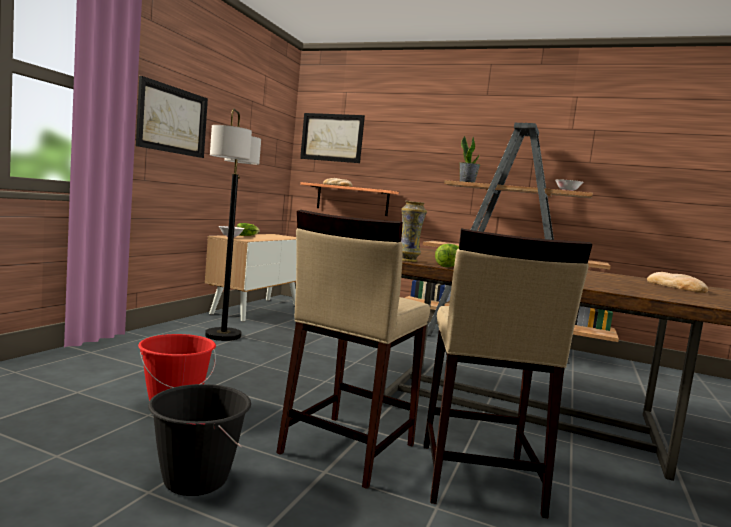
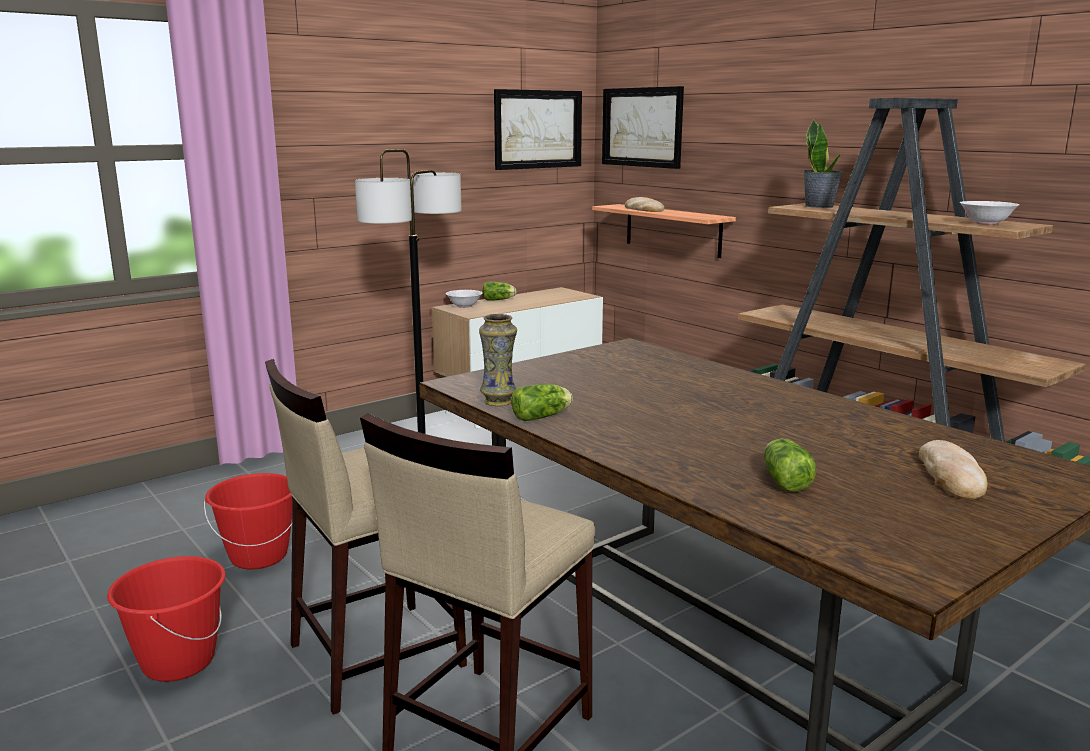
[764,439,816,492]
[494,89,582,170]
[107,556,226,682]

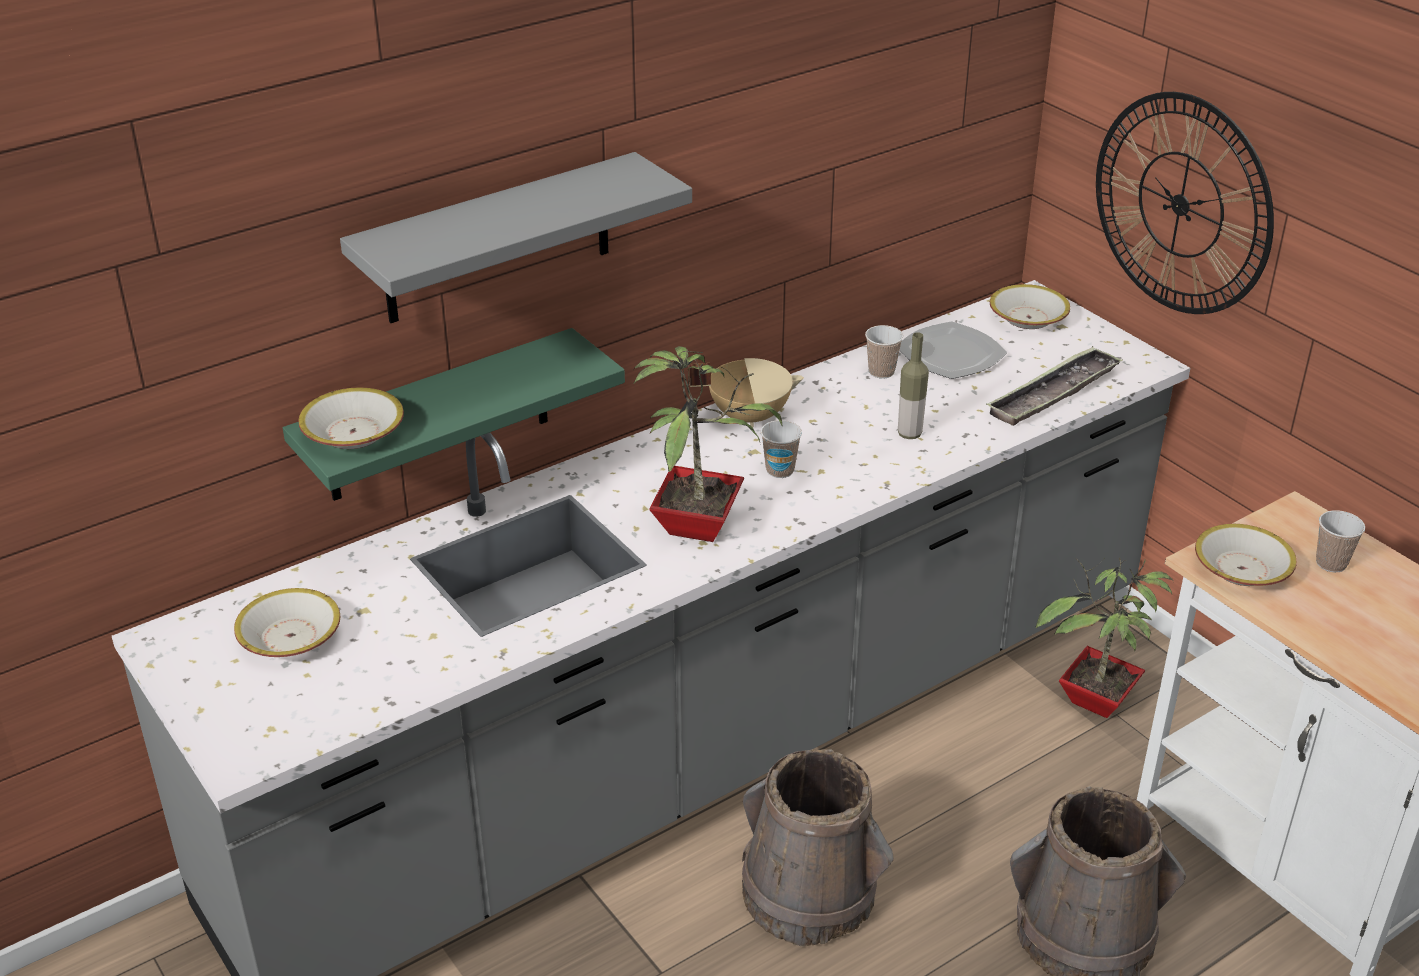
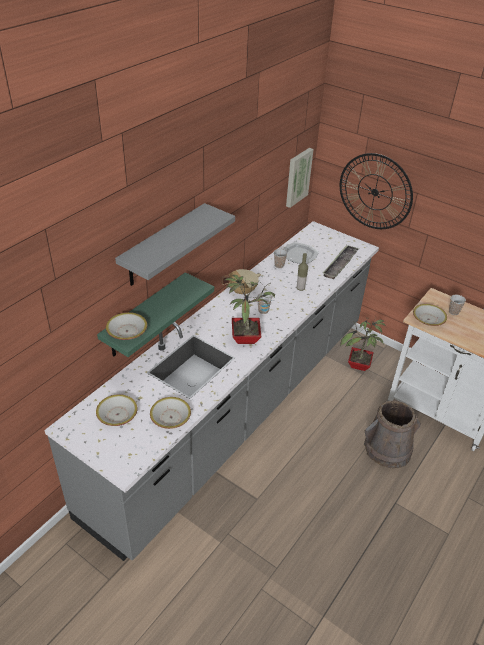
[742,749,894,946] (first image)
[286,148,314,208]
[150,397,191,429]

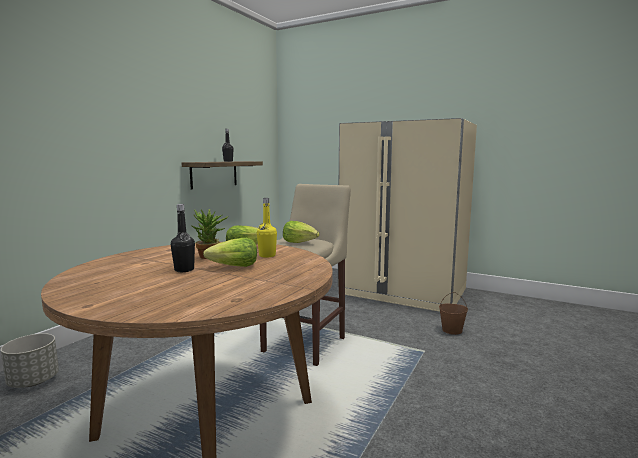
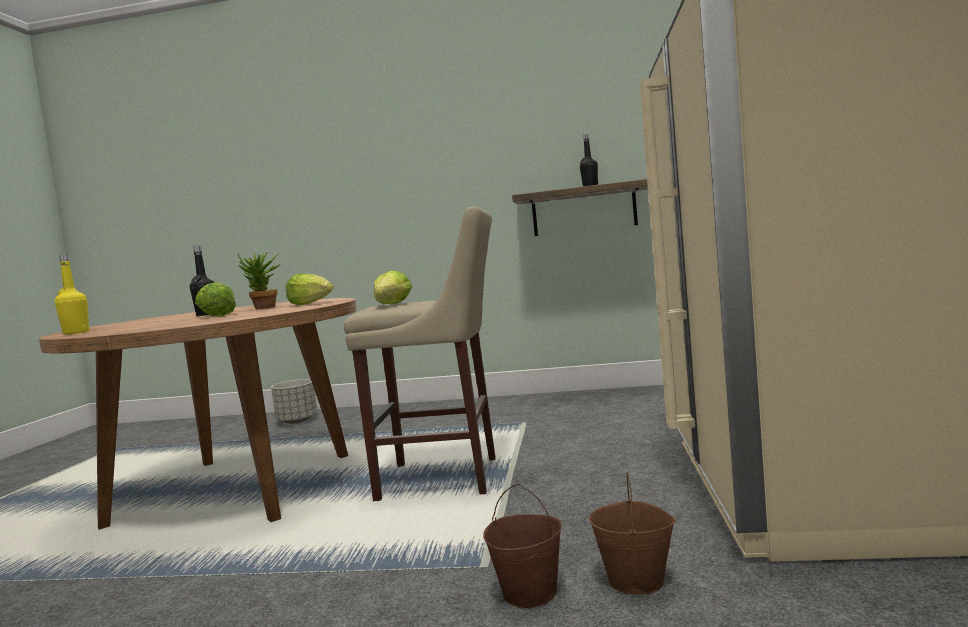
[483,484,562,608]
[55,254,89,335]

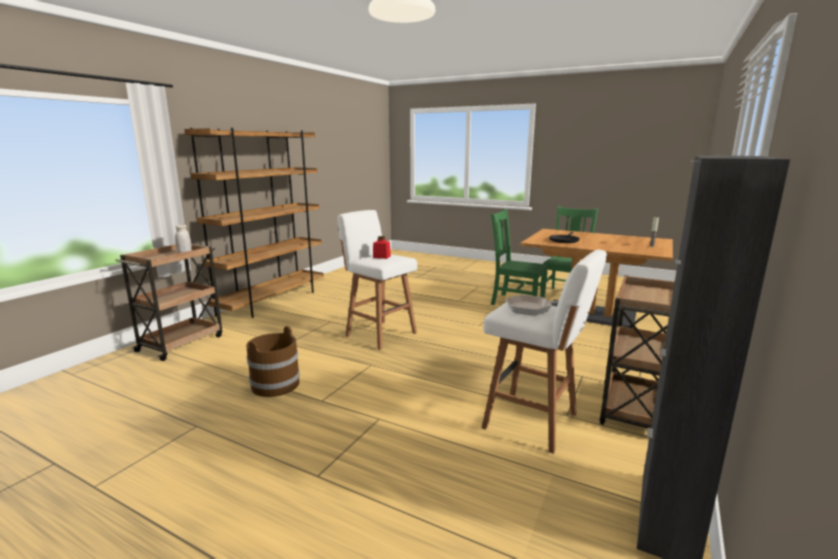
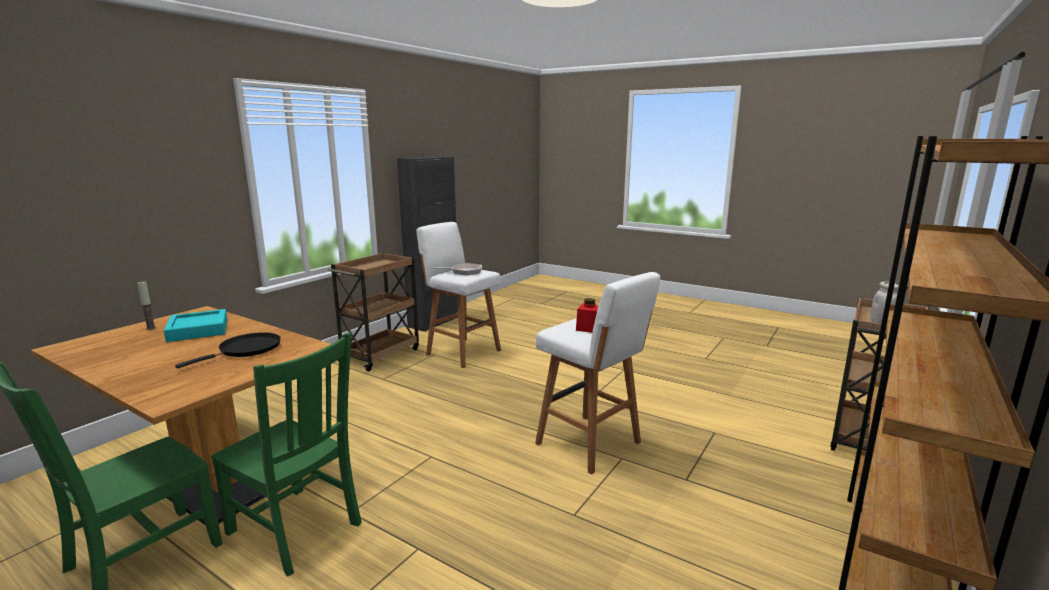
[246,326,300,397] (first image)
[164,309,227,342]

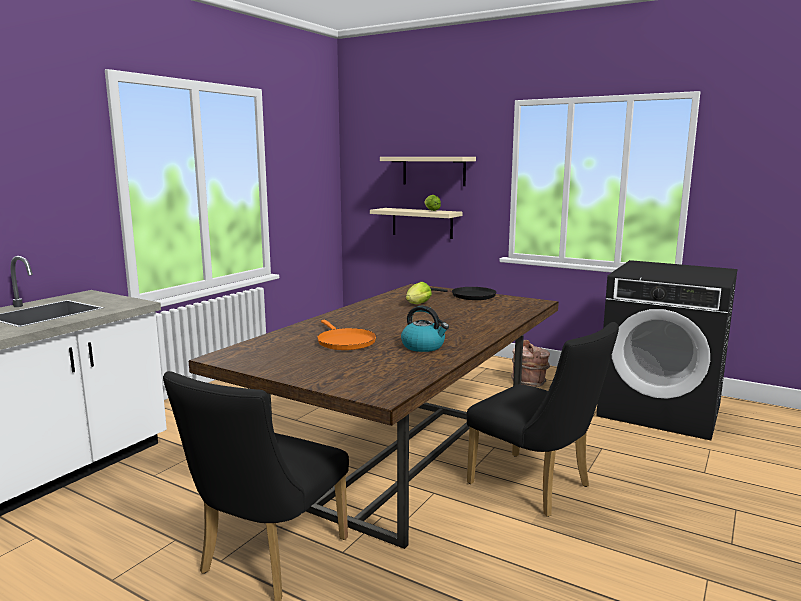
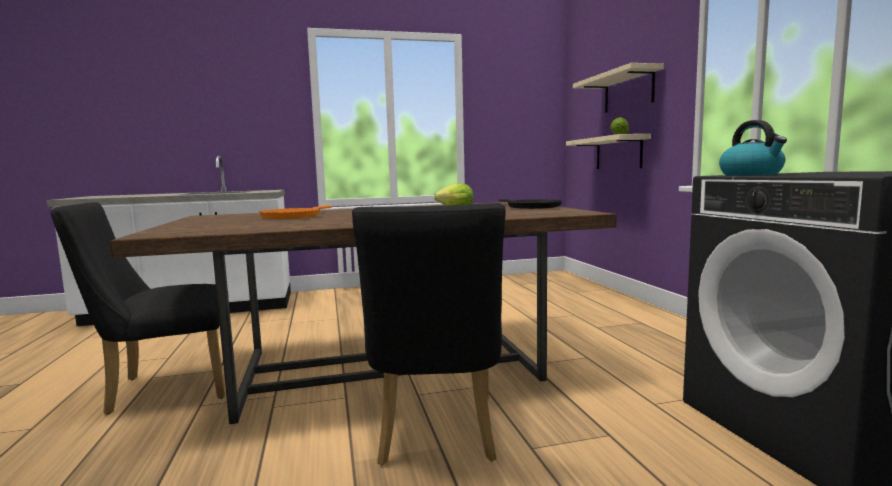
[511,340,550,387] (first image)
[719,120,787,175]

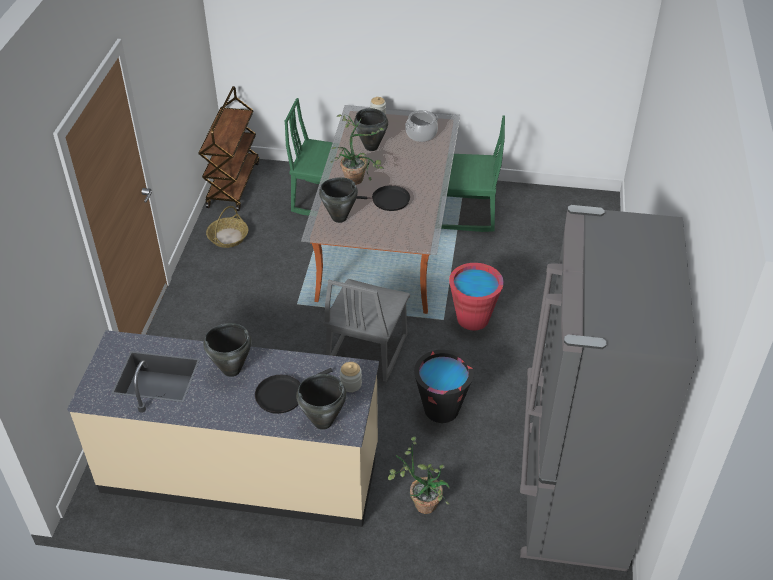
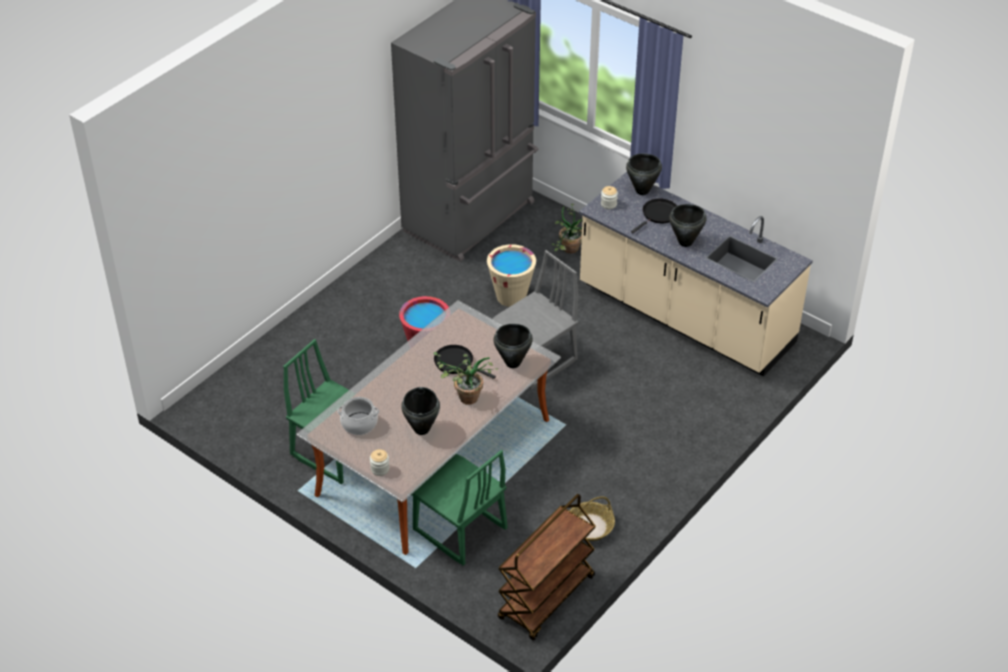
[487,244,536,307]
[631,198,677,233]

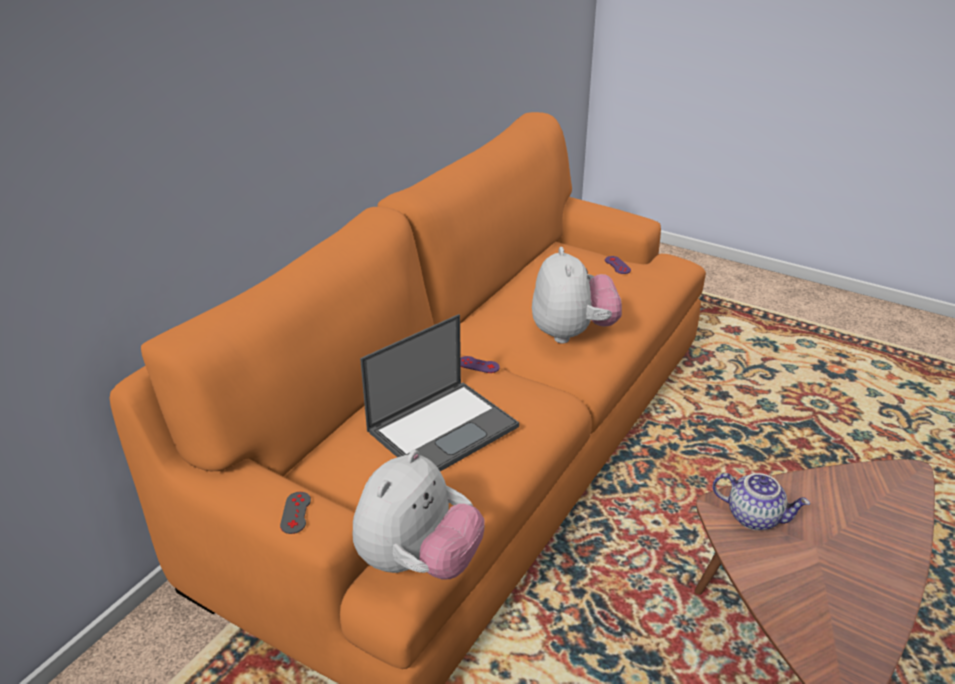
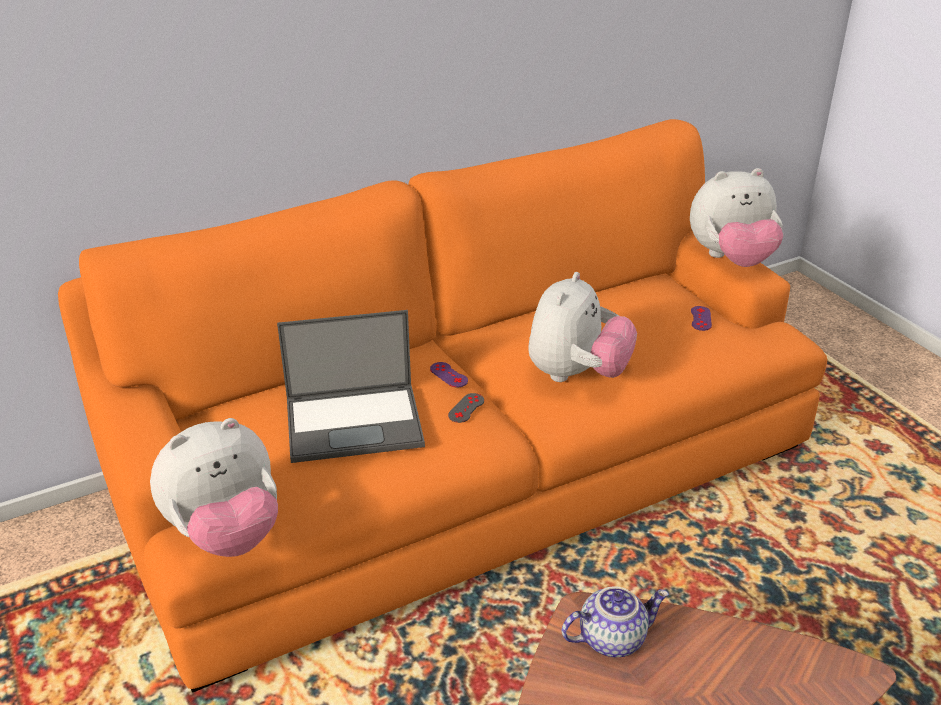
[690,168,783,267]
[448,393,484,423]
[562,586,669,657]

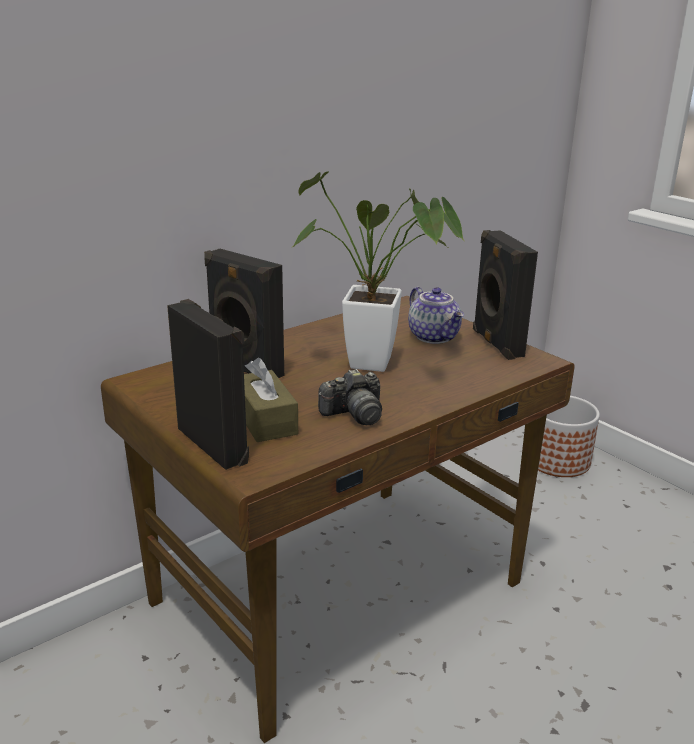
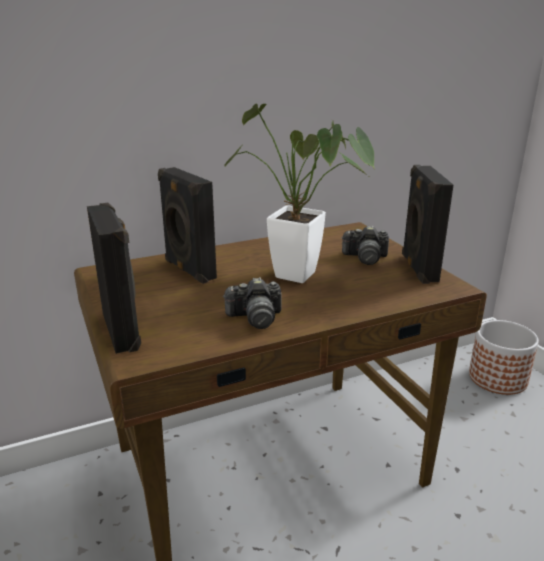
[244,358,298,442] (first image)
[341,225,389,265]

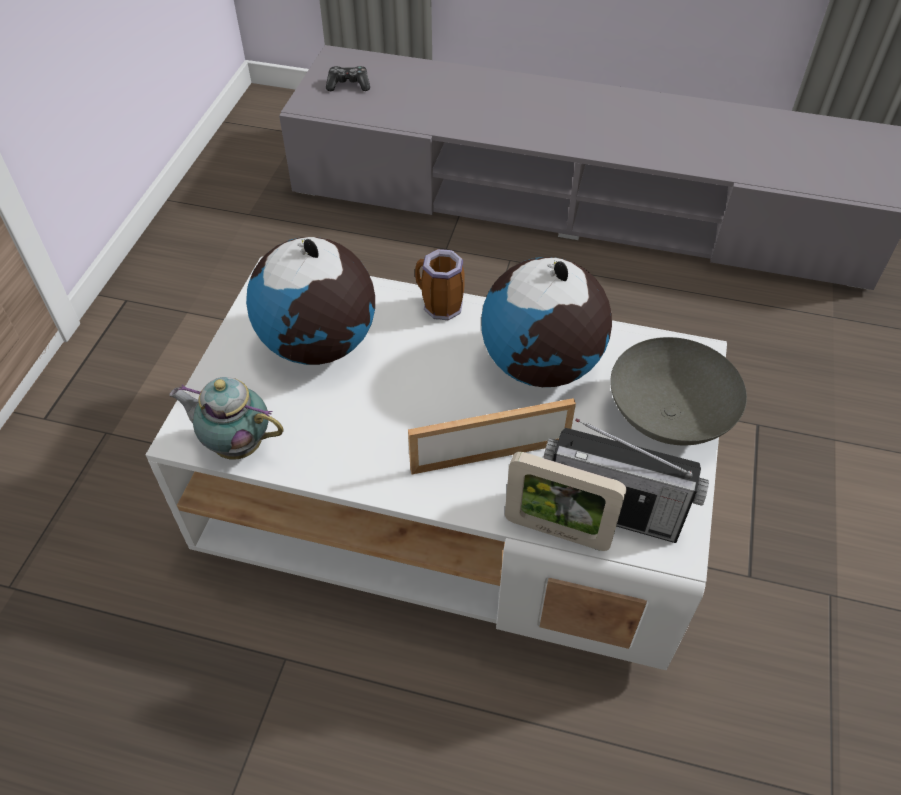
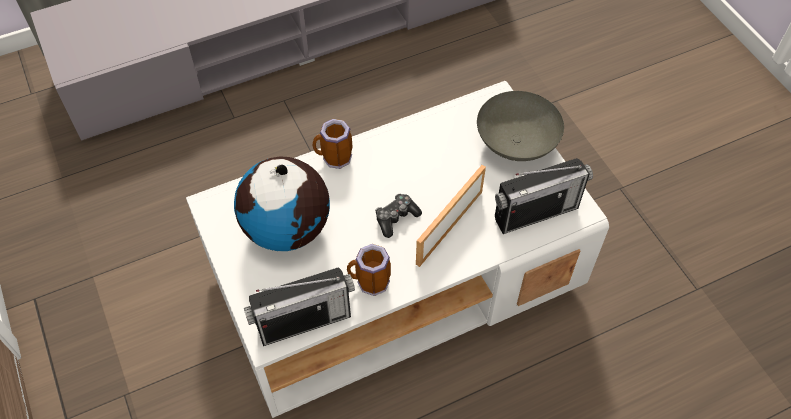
[481,257,612,387] (first image)
[505,452,627,551] (first image)
[347,244,391,296]
[375,194,422,238]
[244,267,355,346]

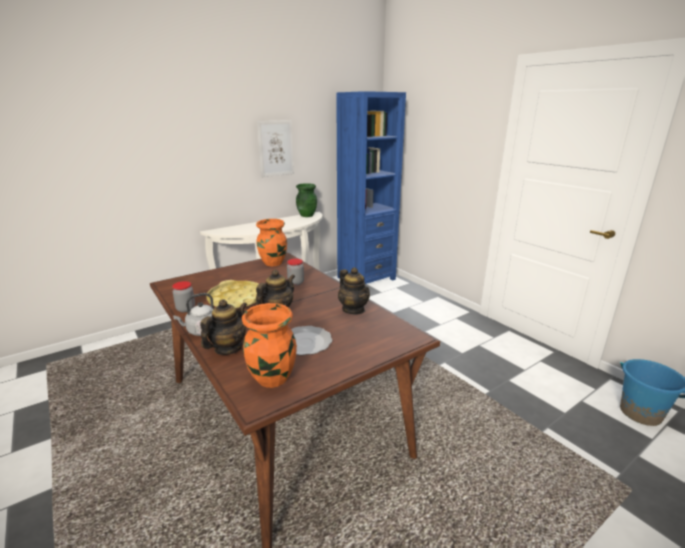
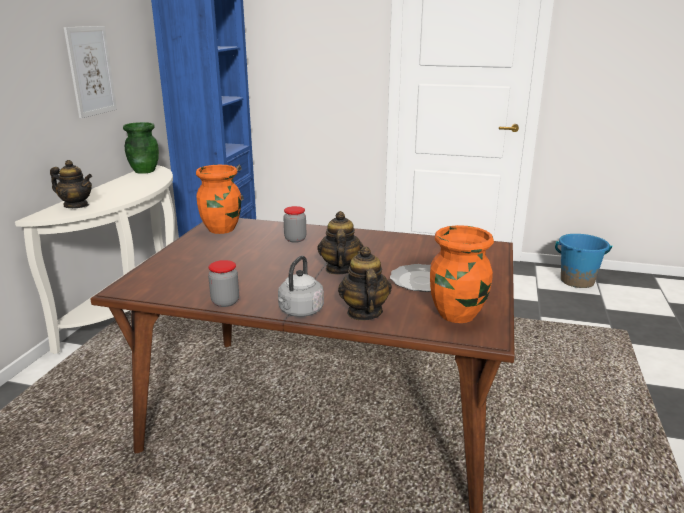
[206,280,259,308] (first image)
[50,160,92,208]

